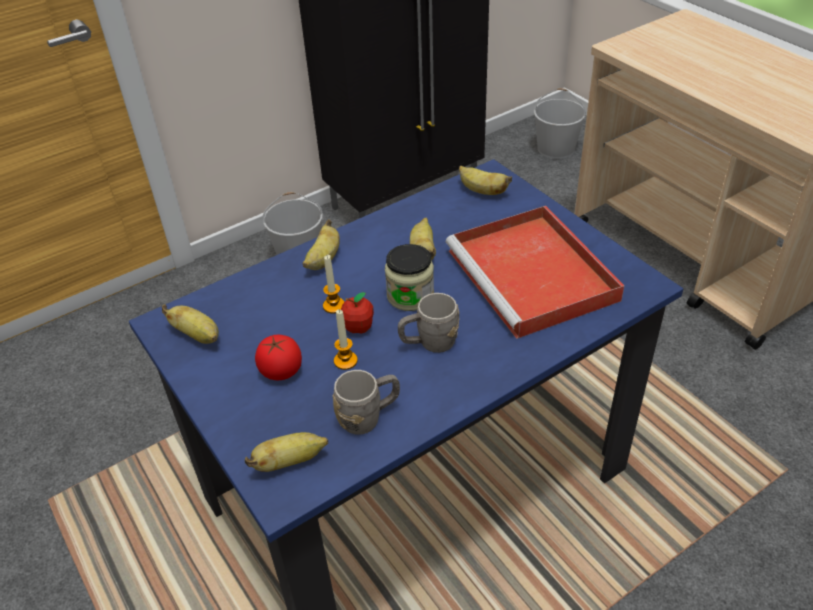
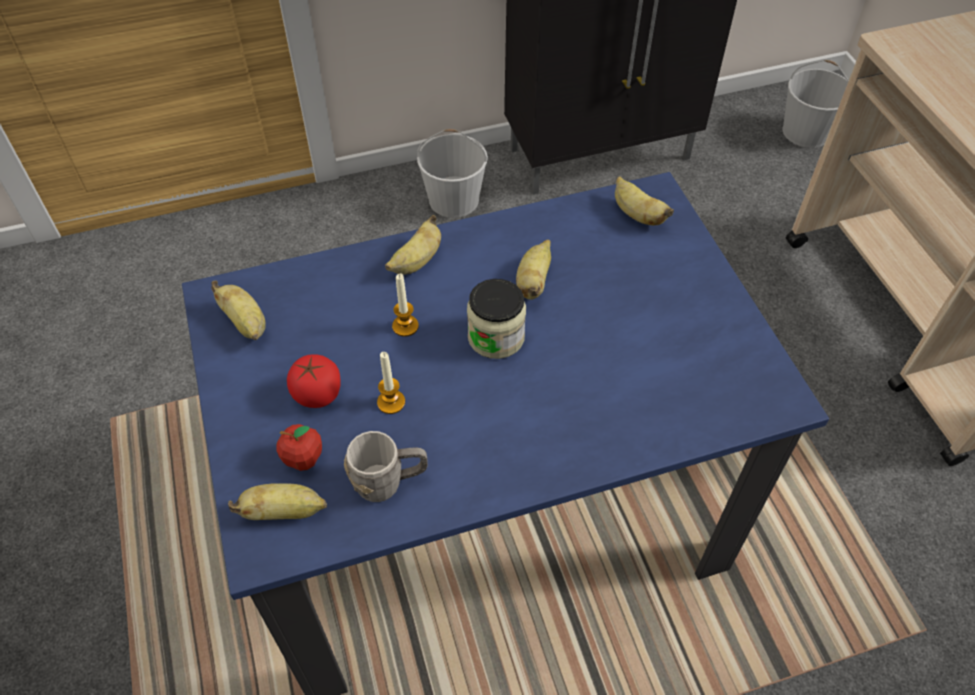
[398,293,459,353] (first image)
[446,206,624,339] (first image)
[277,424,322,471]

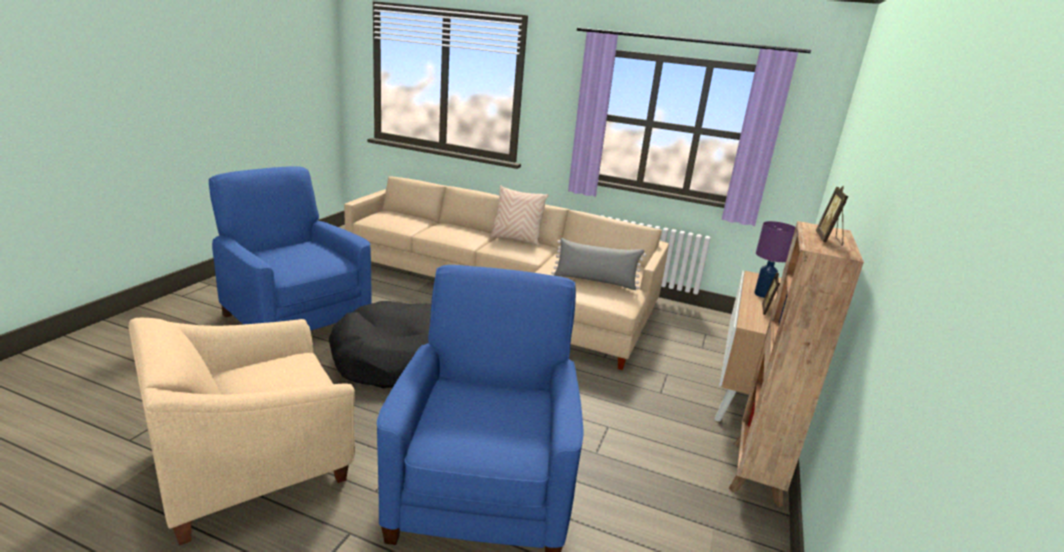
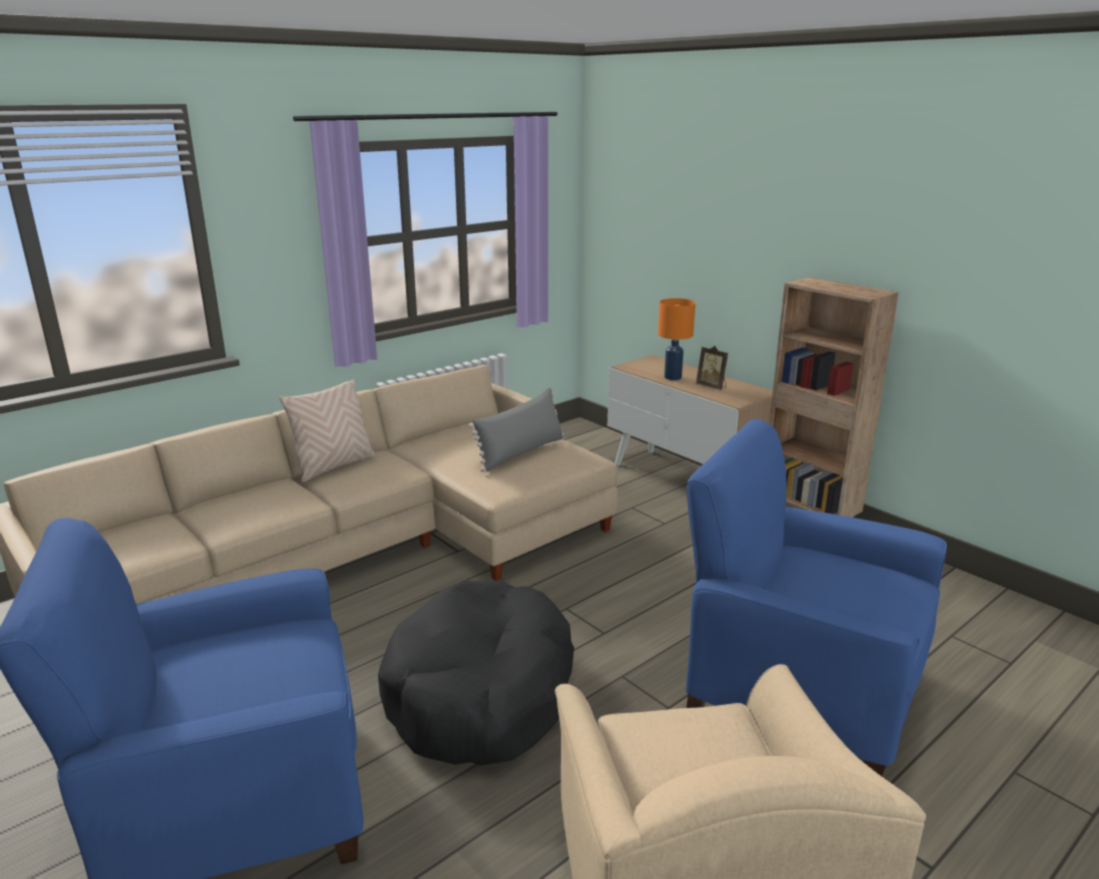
[816,185,849,245] (first image)
[658,298,696,380]

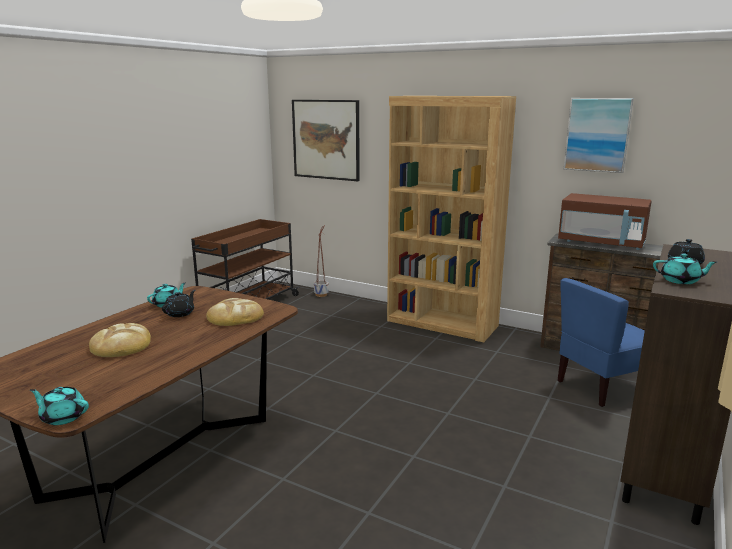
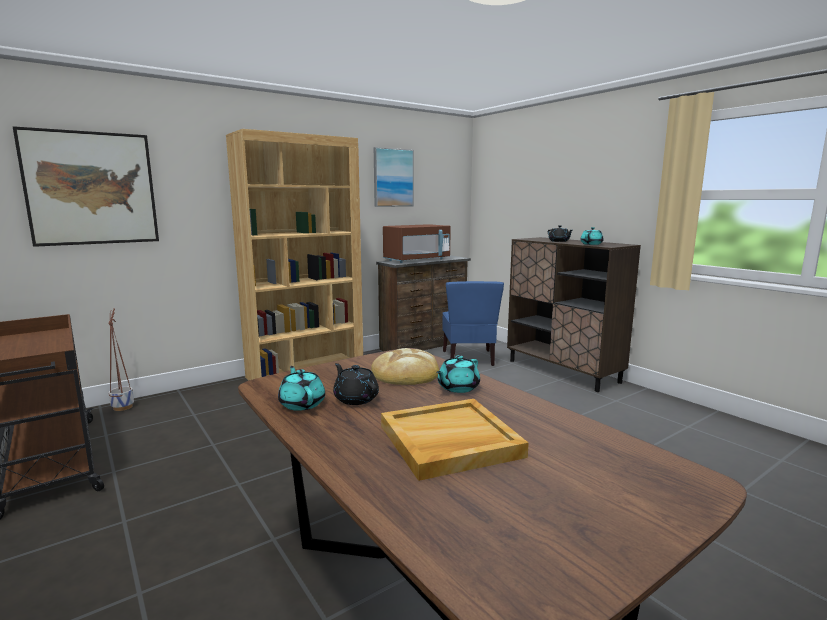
[436,355,480,393]
[381,399,529,481]

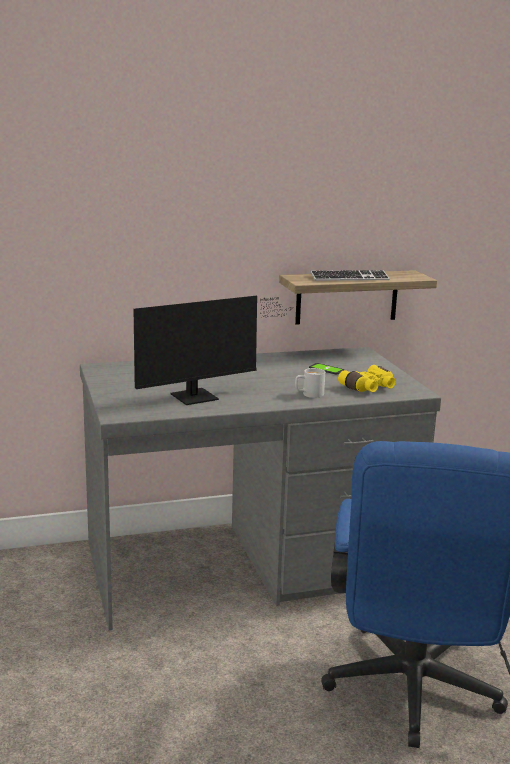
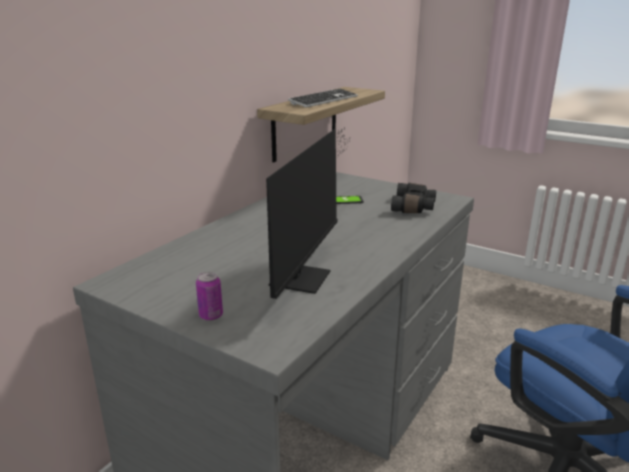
[295,368,325,398] (first image)
[196,272,223,321]
[391,183,436,213]

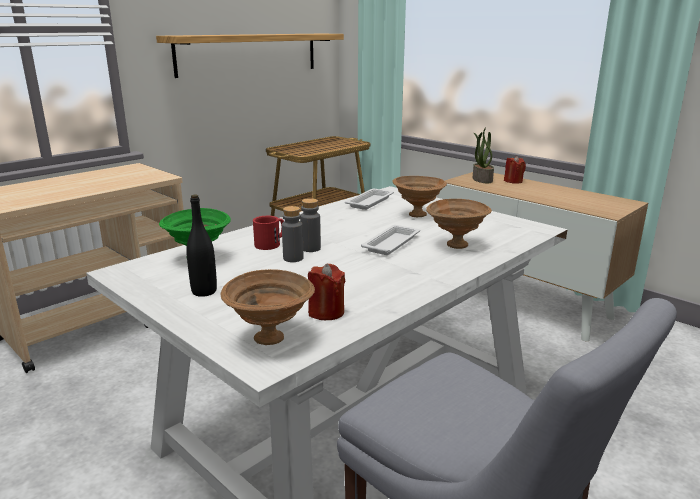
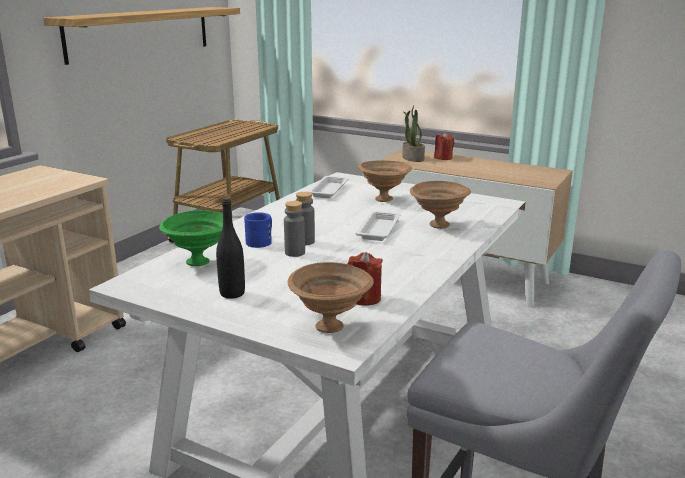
[244,212,272,248]

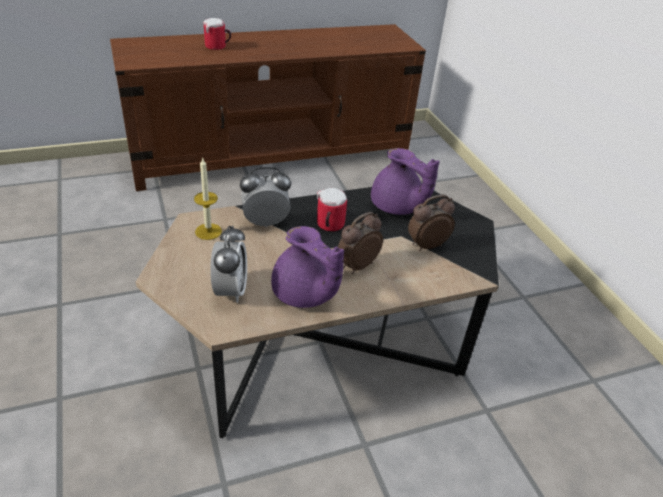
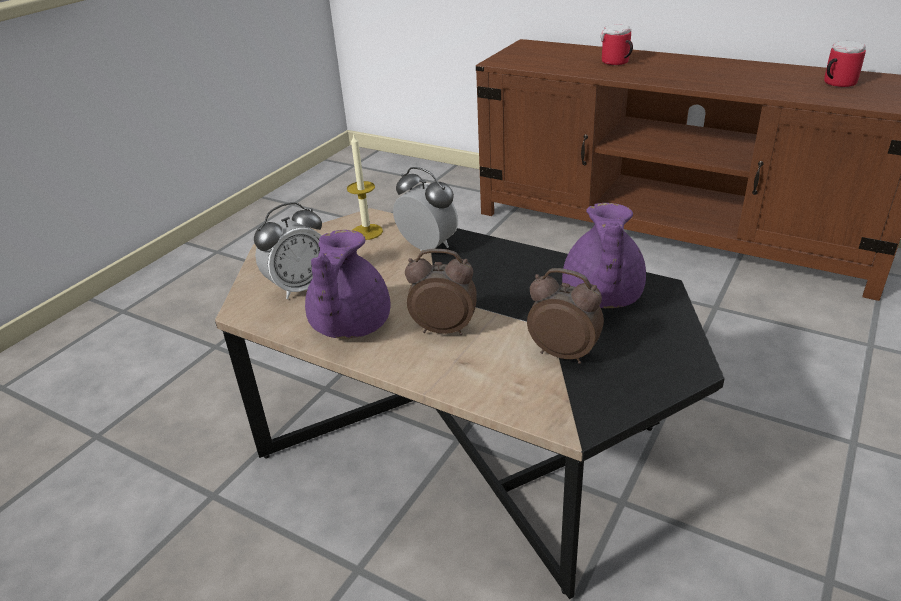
[824,41,866,87]

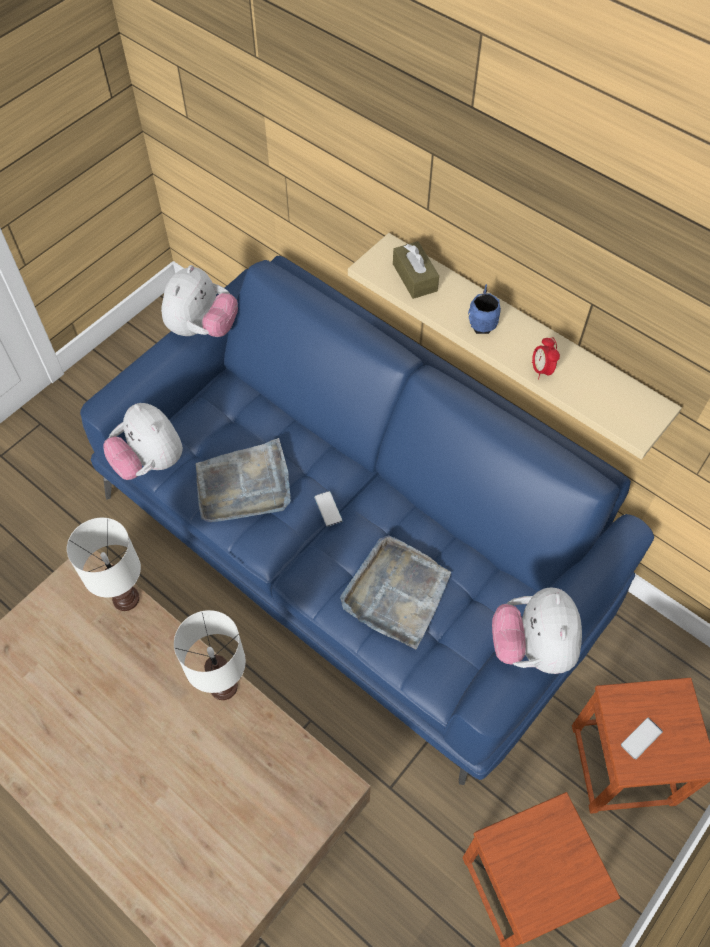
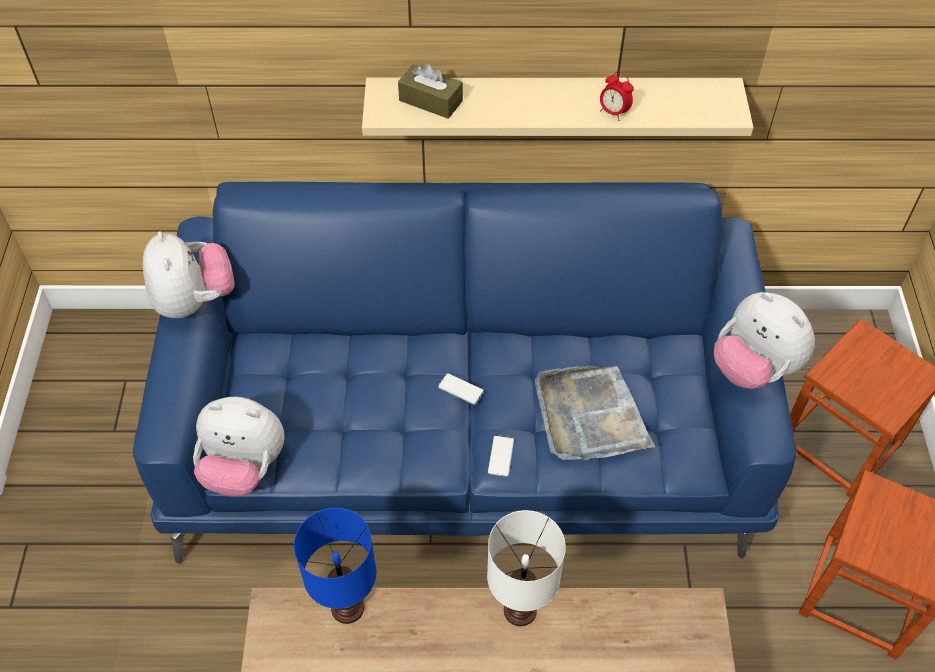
[196,438,291,522] (first image)
[468,284,501,334] (first image)
[488,435,514,477]
[294,508,377,624]

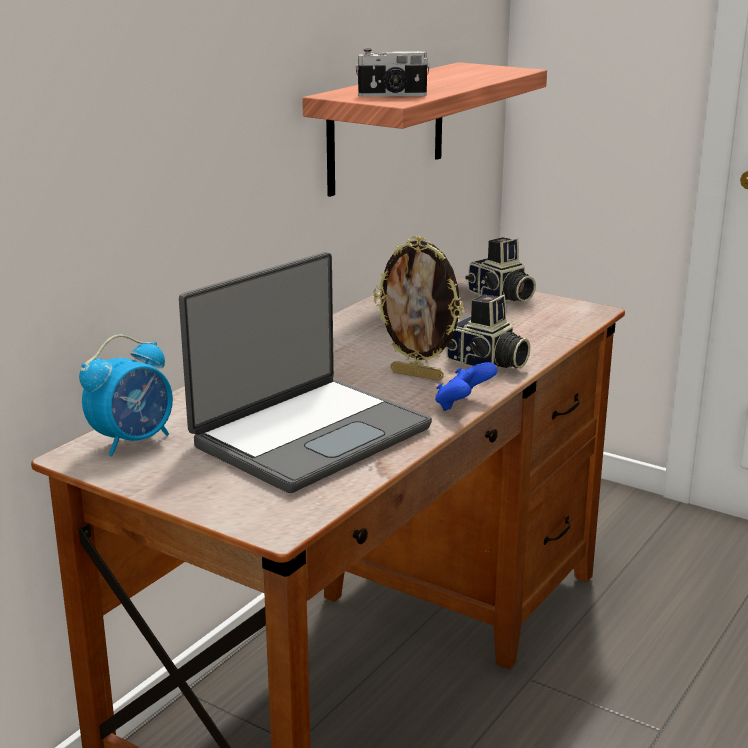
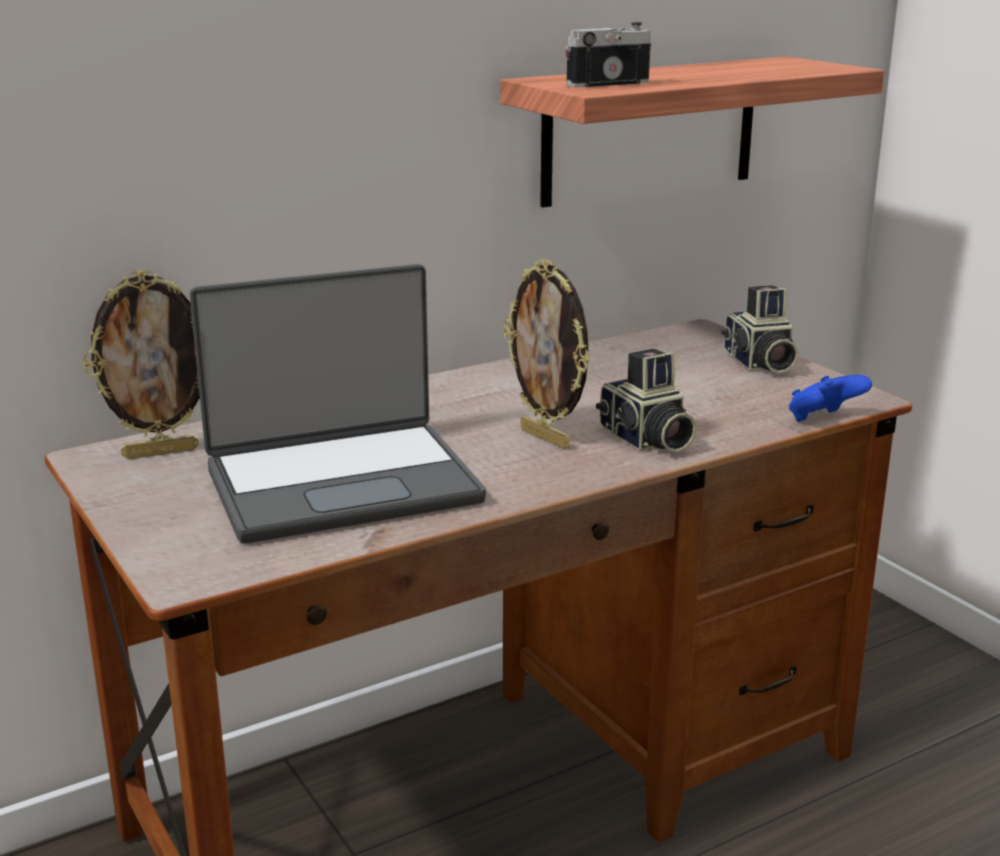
[789,375,872,422]
[83,269,200,459]
[565,22,651,88]

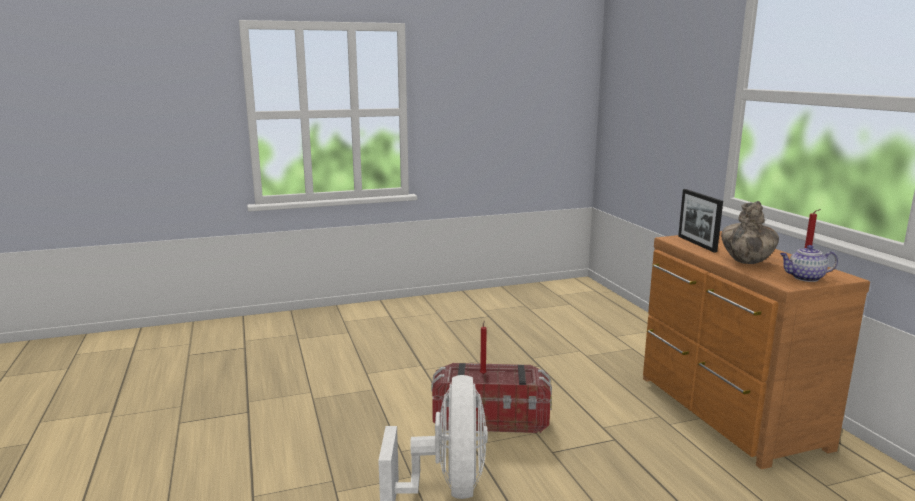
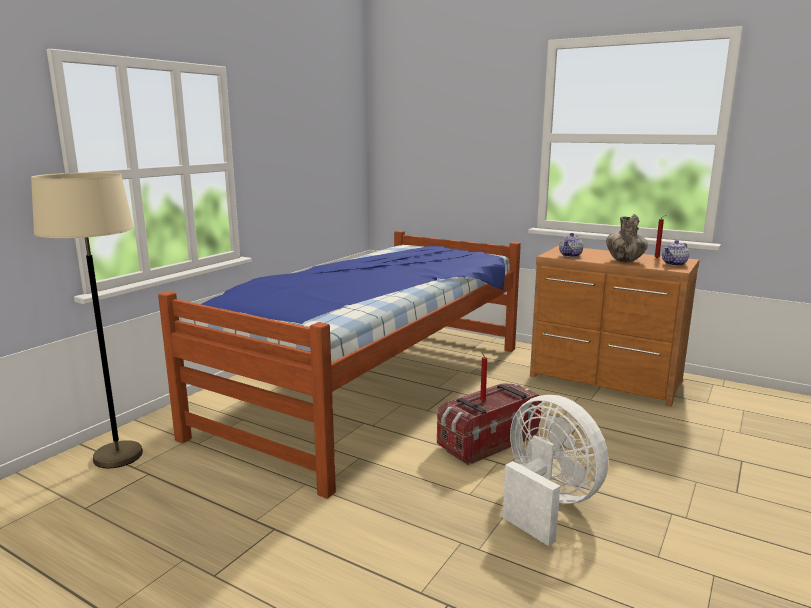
[31,172,143,468]
[158,230,521,499]
[559,233,583,257]

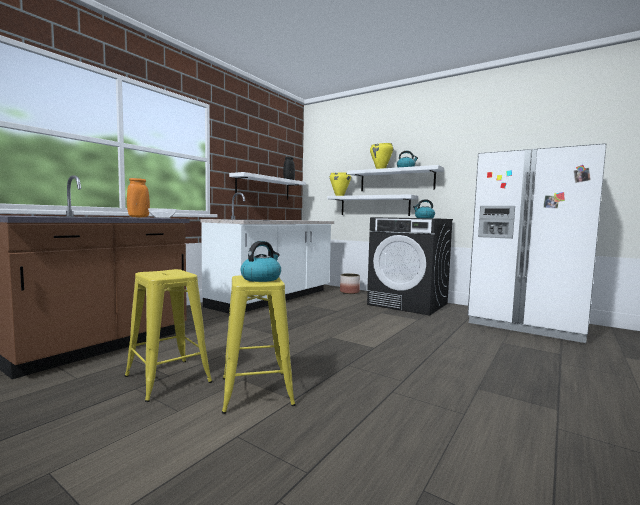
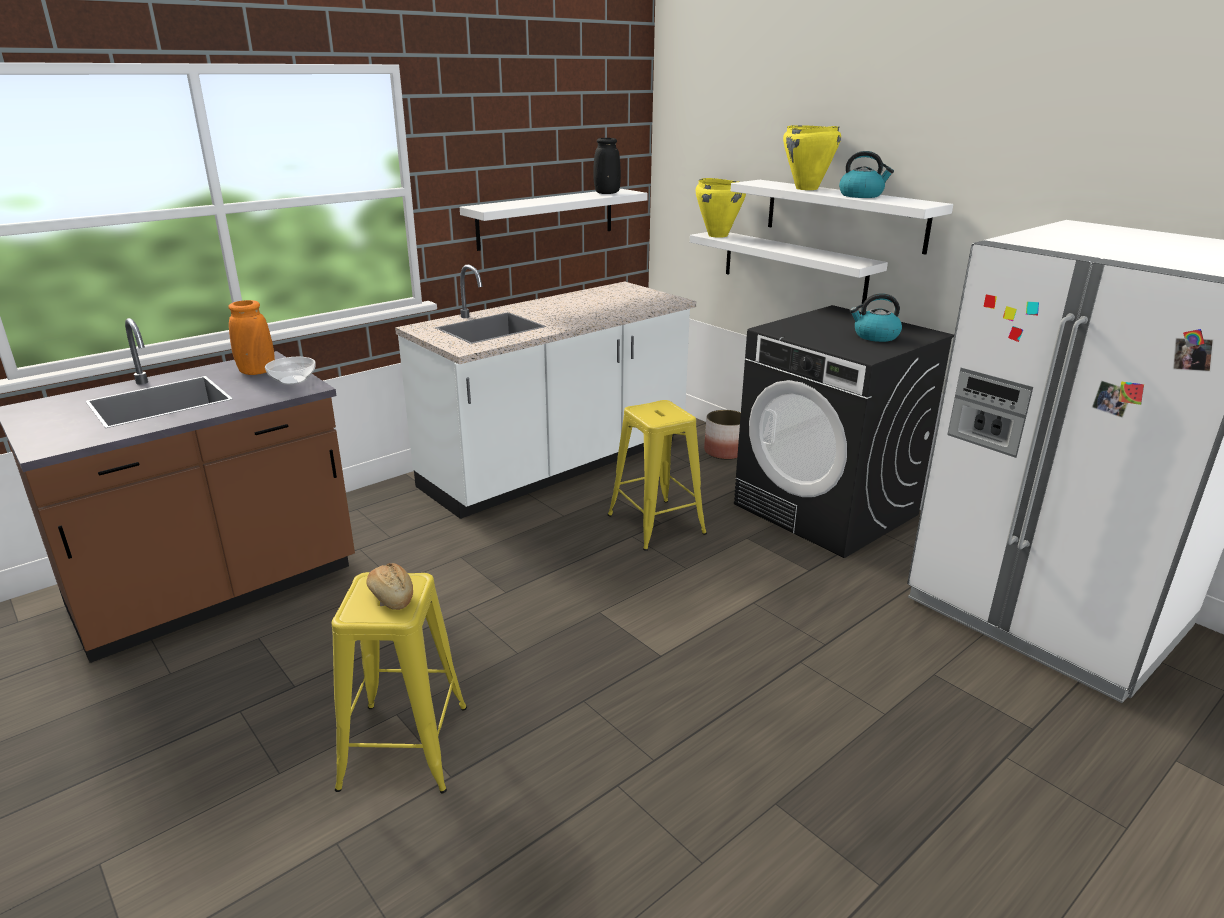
[608,400,707,551]
[366,563,413,610]

